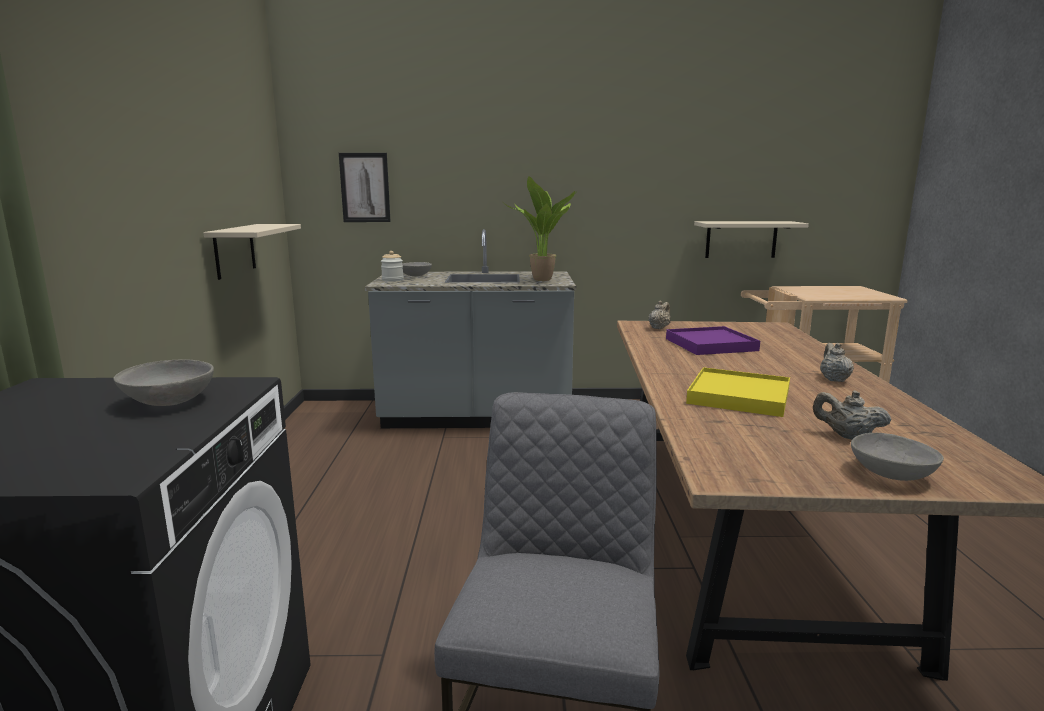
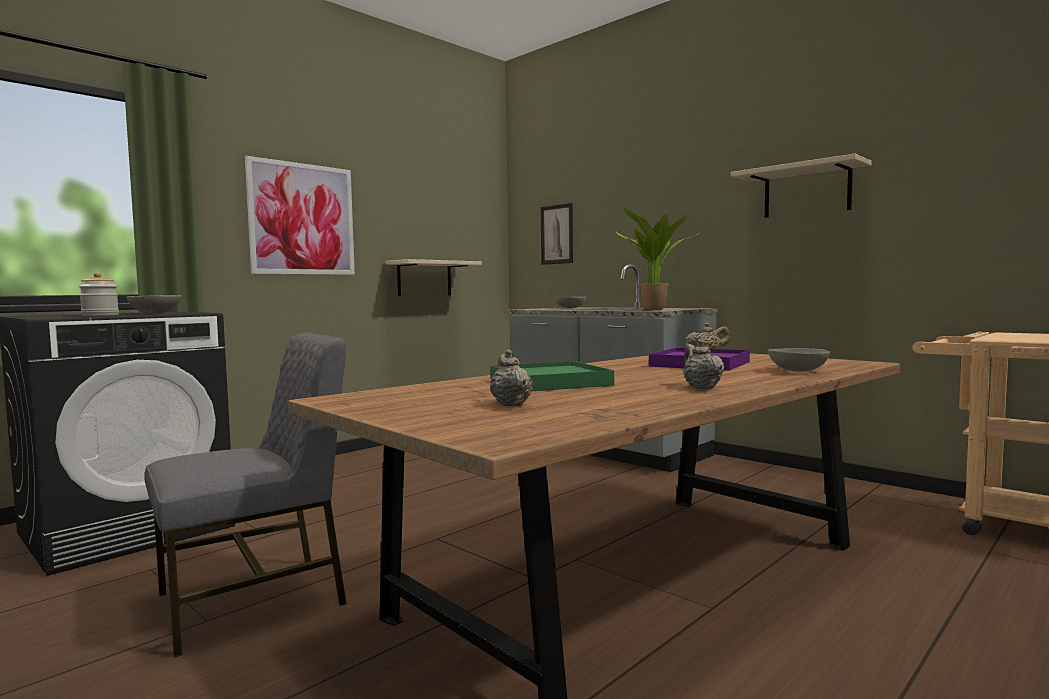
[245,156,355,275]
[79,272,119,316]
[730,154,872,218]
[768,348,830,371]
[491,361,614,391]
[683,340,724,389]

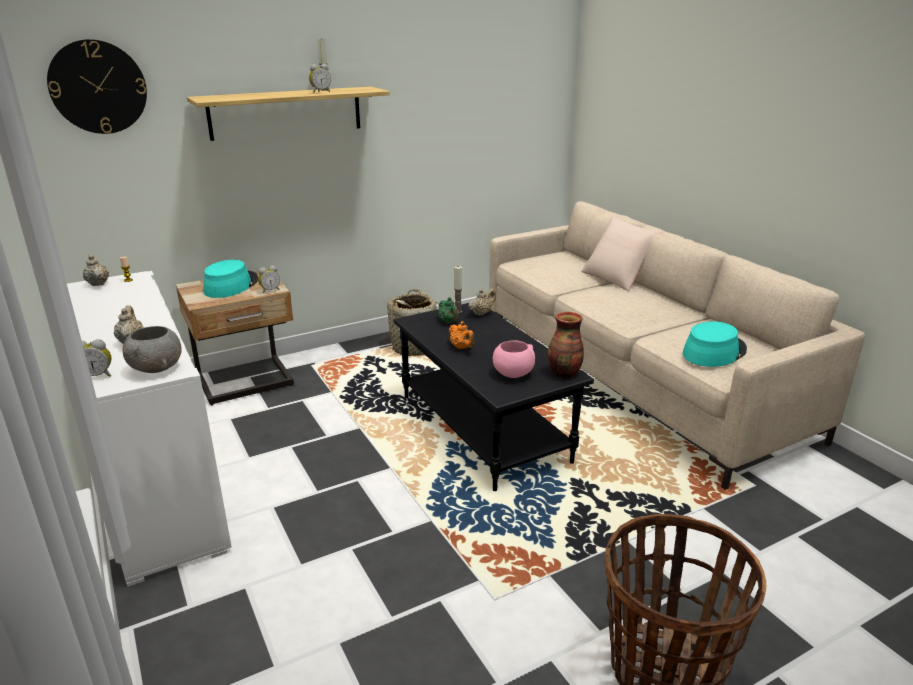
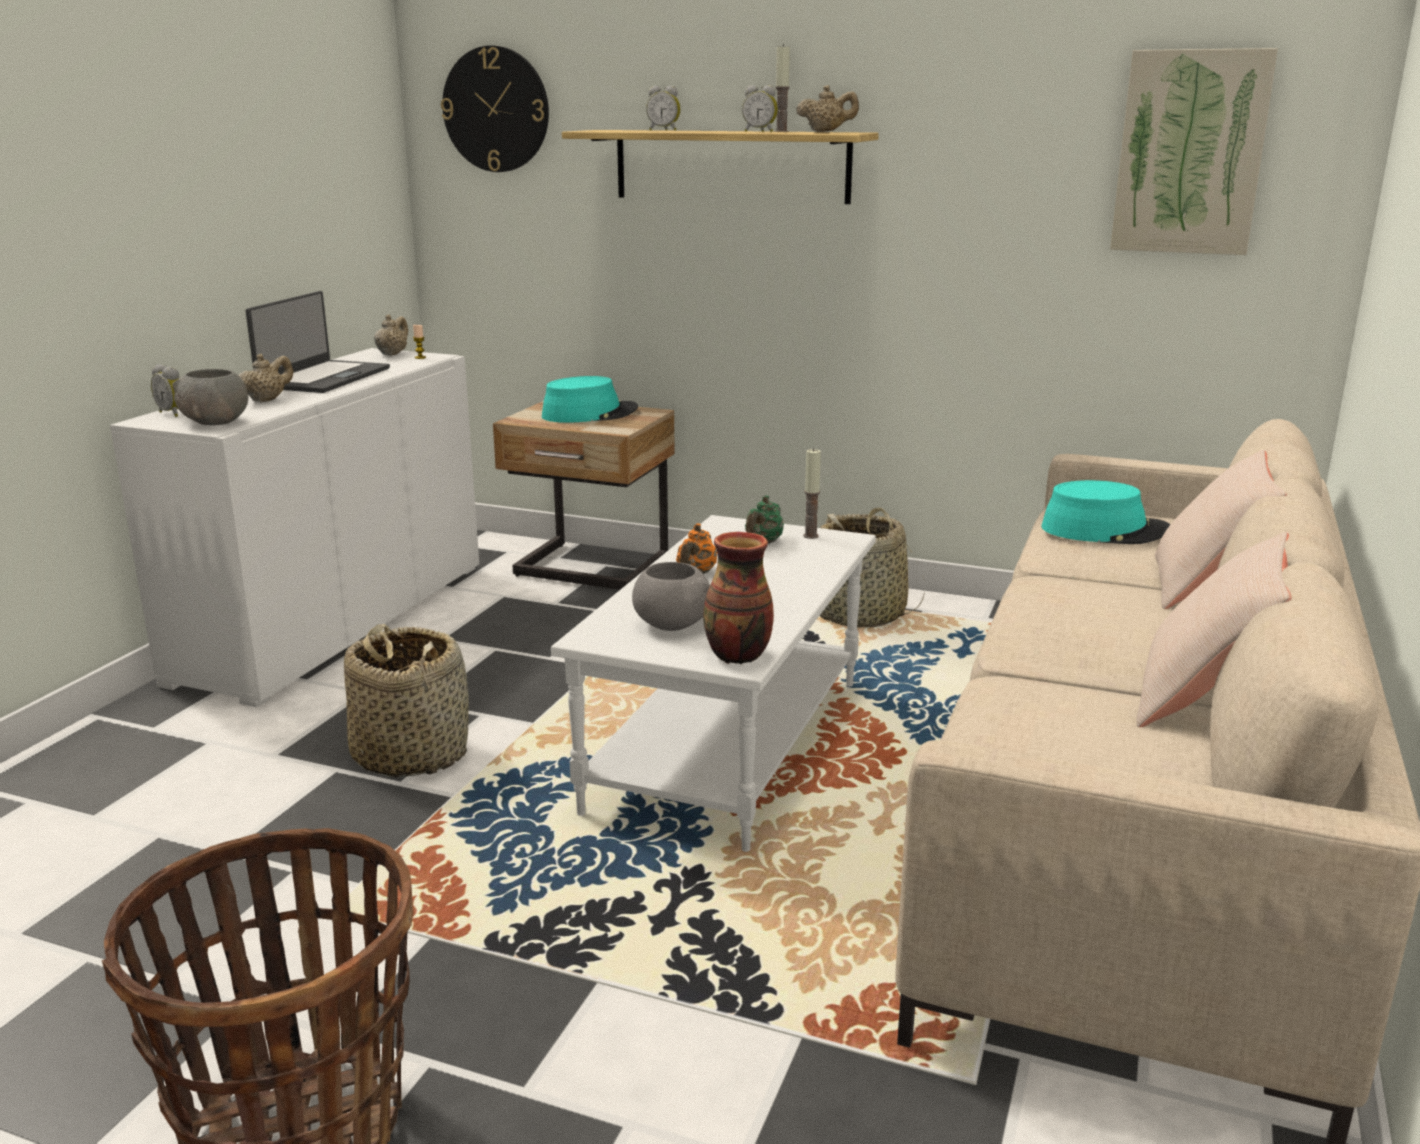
[245,291,390,393]
[344,624,469,778]
[1110,48,1278,255]
[1136,532,1292,727]
[646,86,681,131]
[796,85,859,132]
[1041,480,1170,544]
[551,515,876,852]
[632,562,710,631]

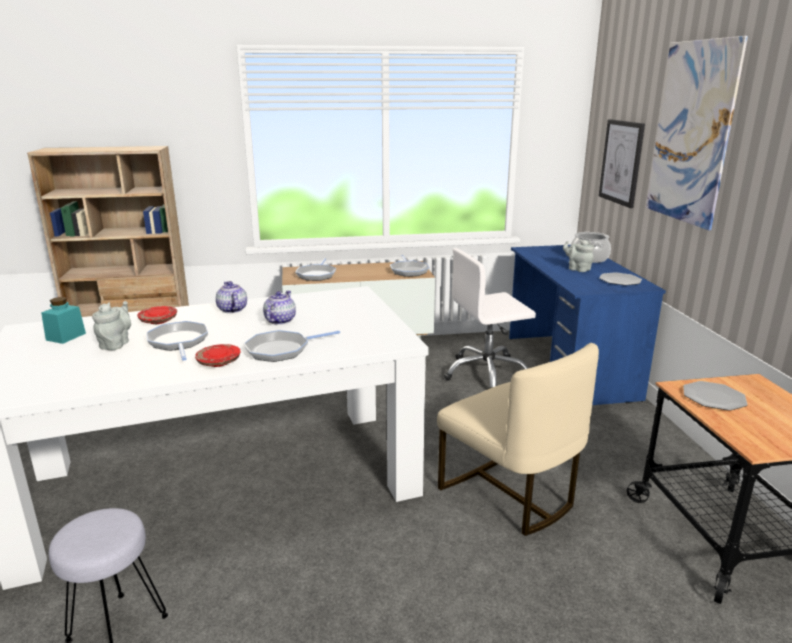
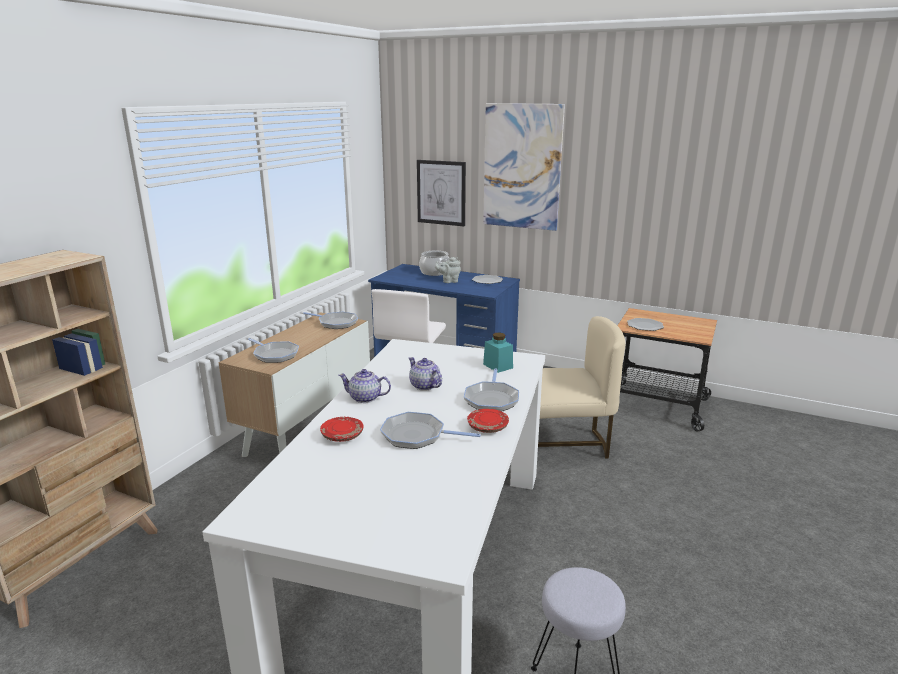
[92,301,131,350] (first image)
[483,333,513,373]

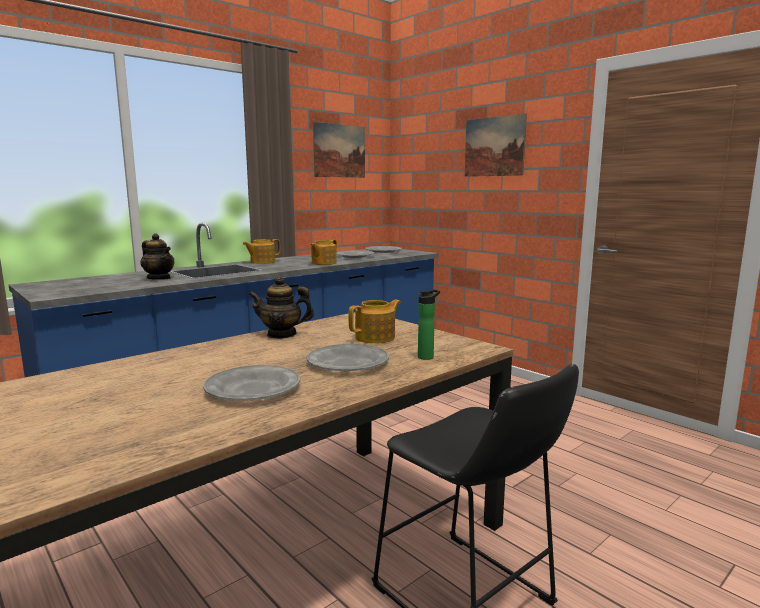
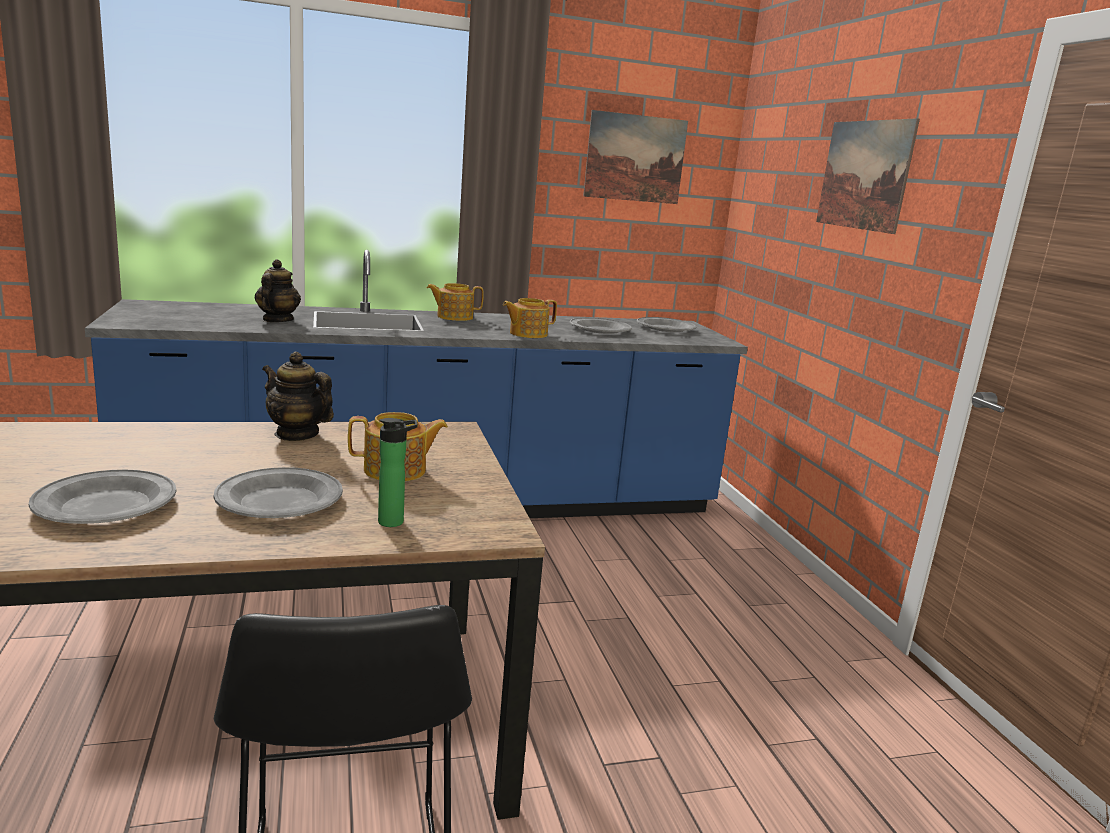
[254,259,301,322]

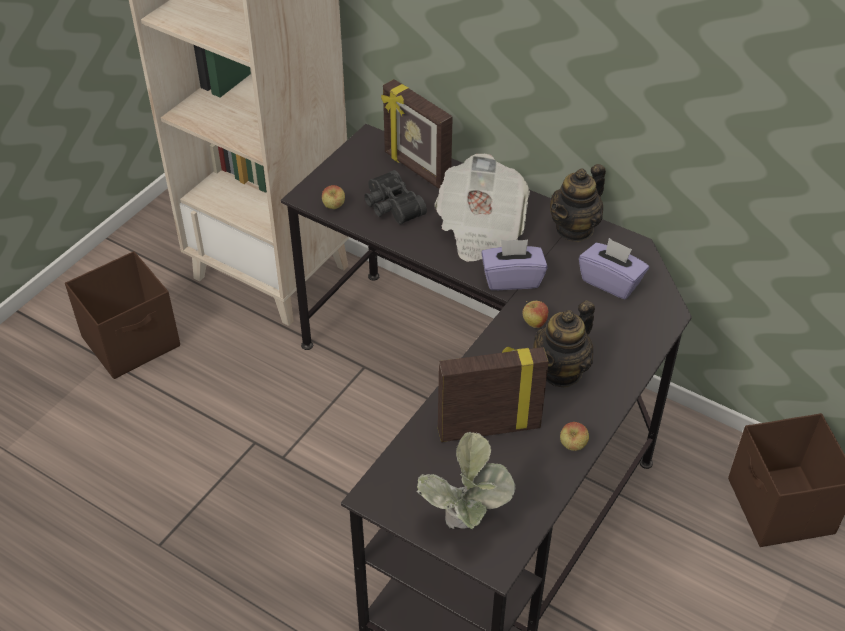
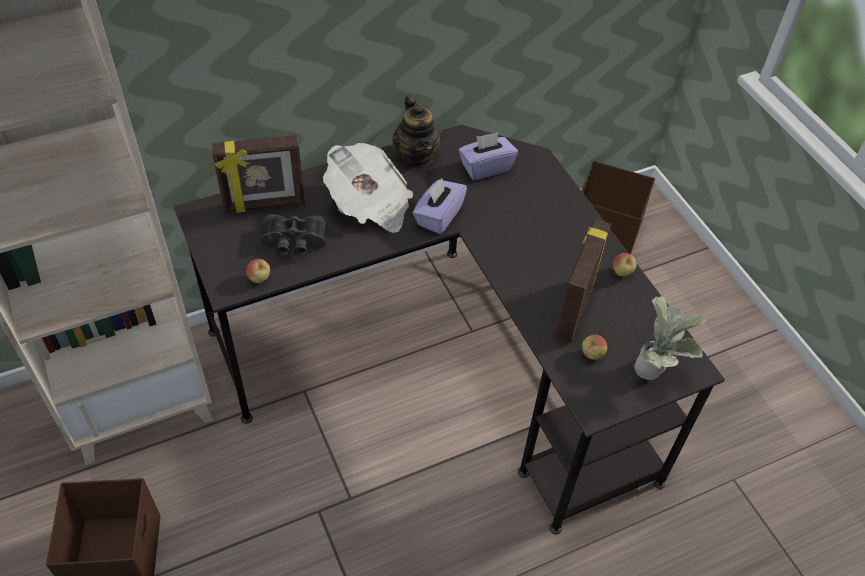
[533,300,595,388] (first image)
[582,335,607,360]

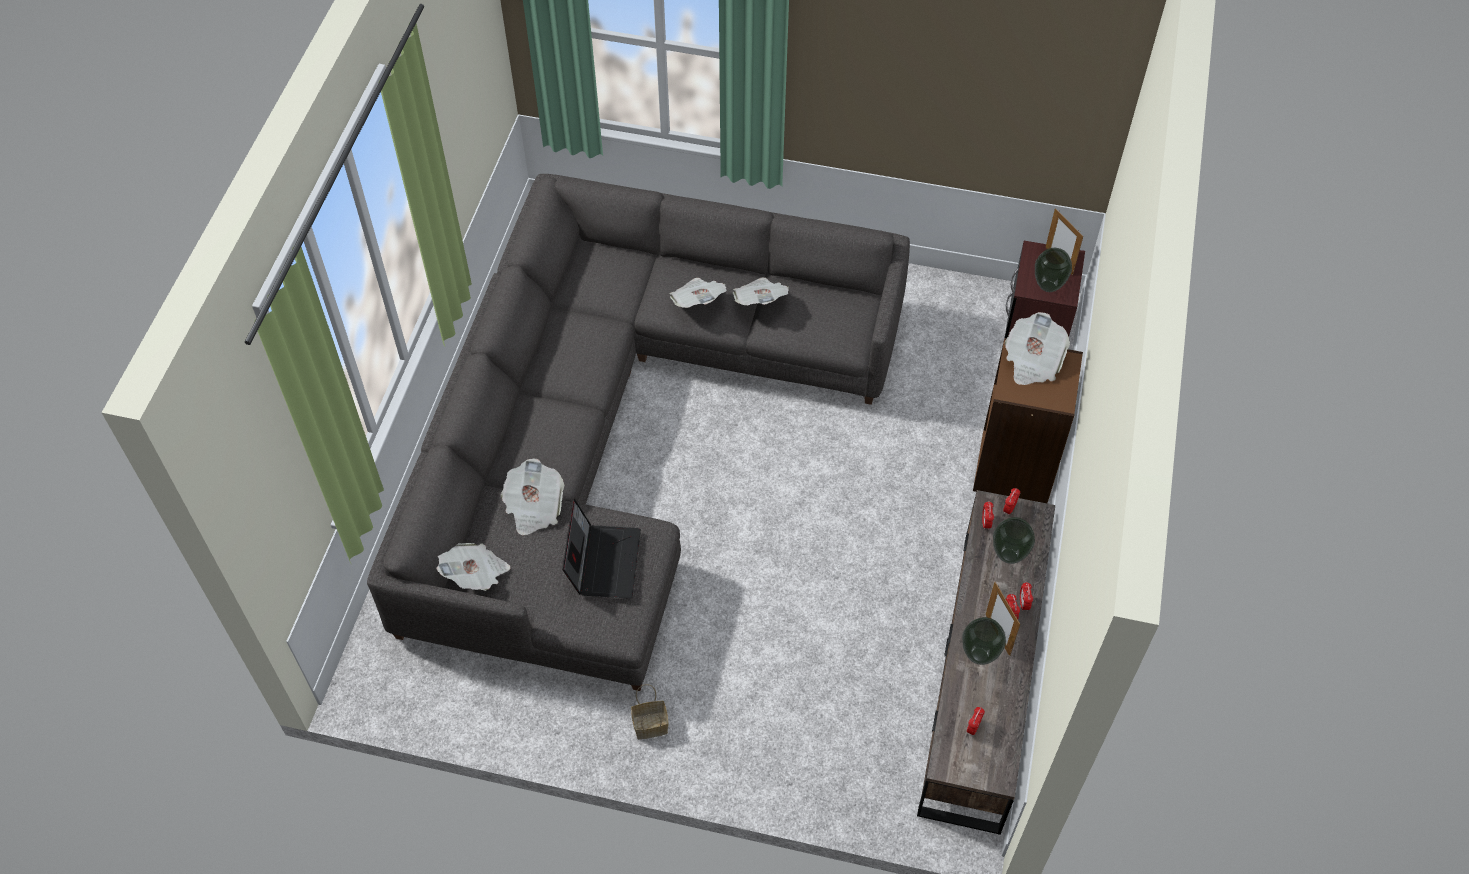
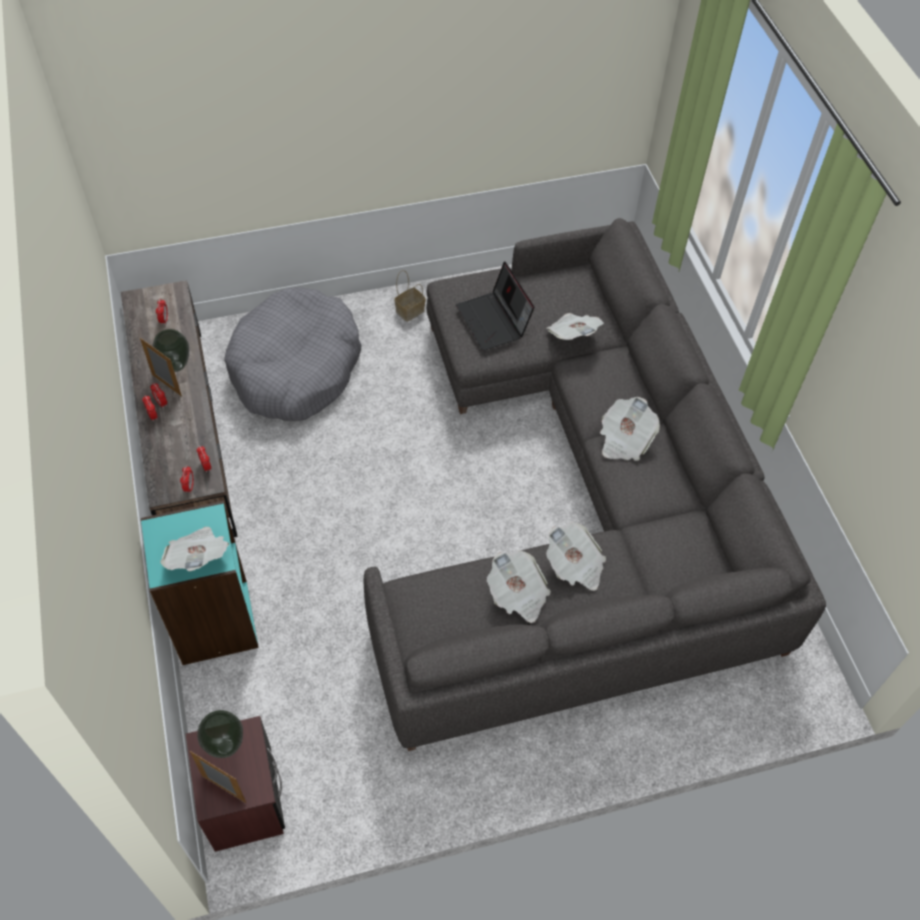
[993,517,1035,564] (first image)
[224,287,361,421]
[600,397,660,461]
[141,501,259,665]

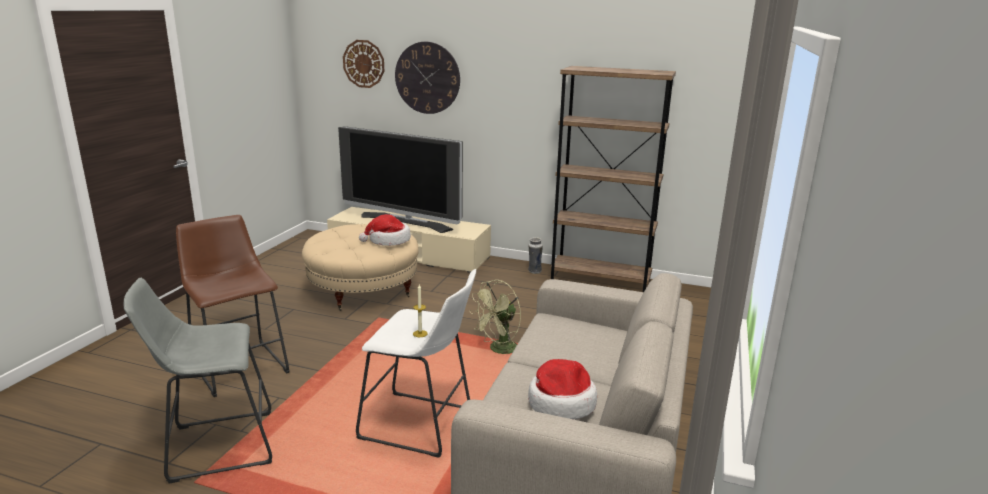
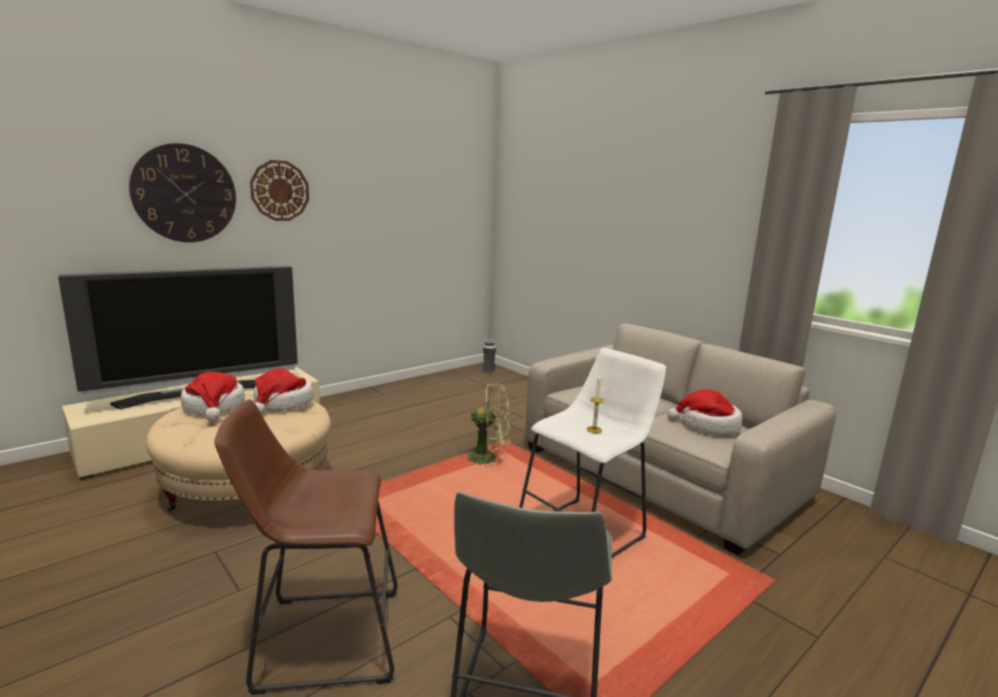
[550,66,676,292] (first image)
[181,372,245,421]
[250,160,309,221]
[483,340,496,373]
[460,384,511,465]

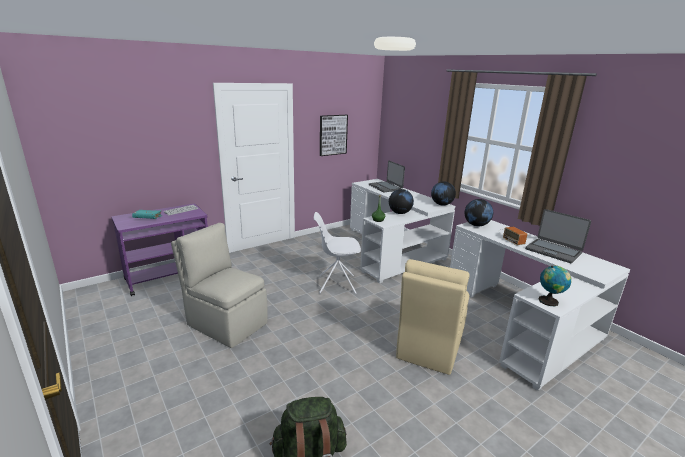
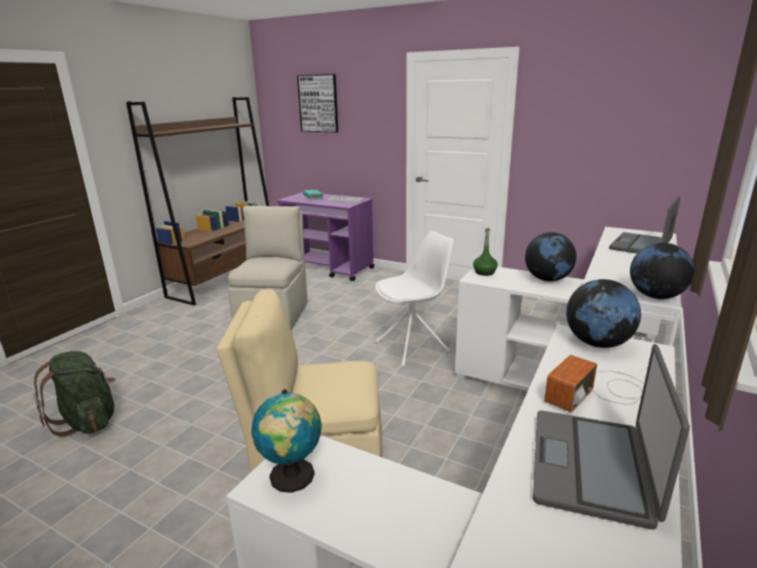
[126,97,269,306]
[297,74,338,132]
[375,231,454,366]

